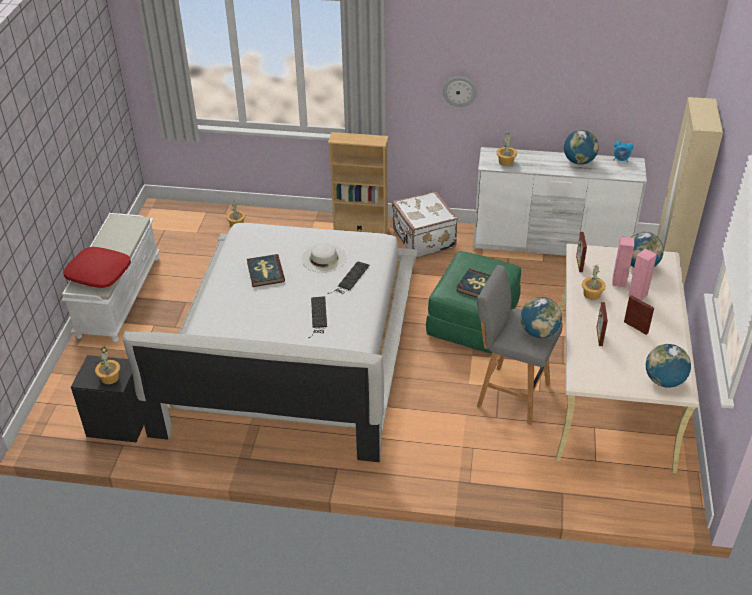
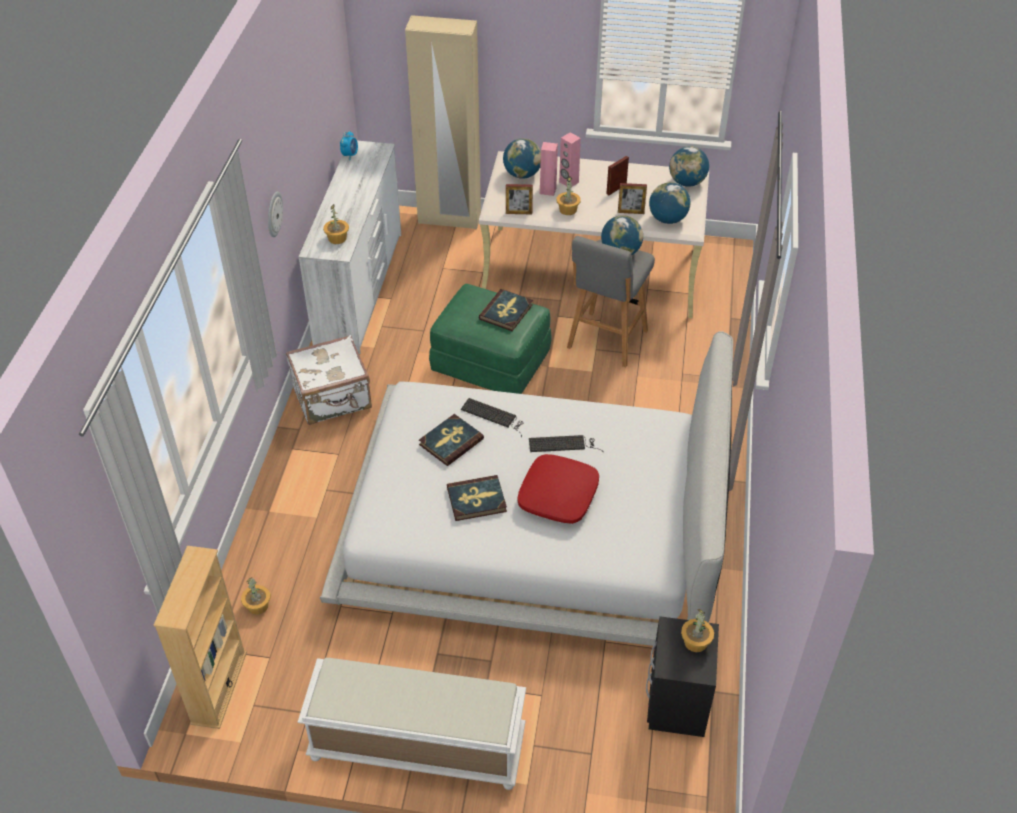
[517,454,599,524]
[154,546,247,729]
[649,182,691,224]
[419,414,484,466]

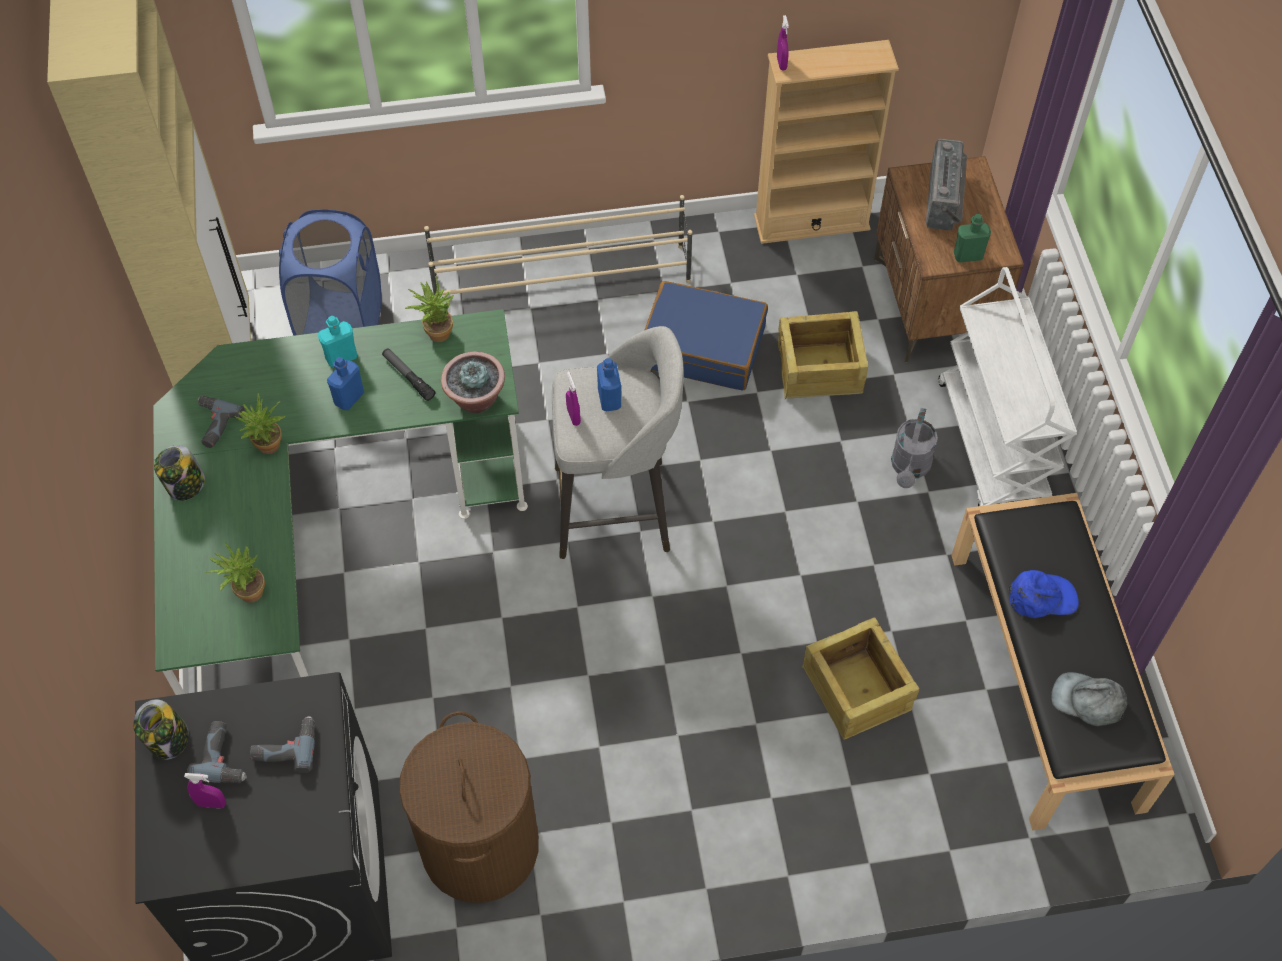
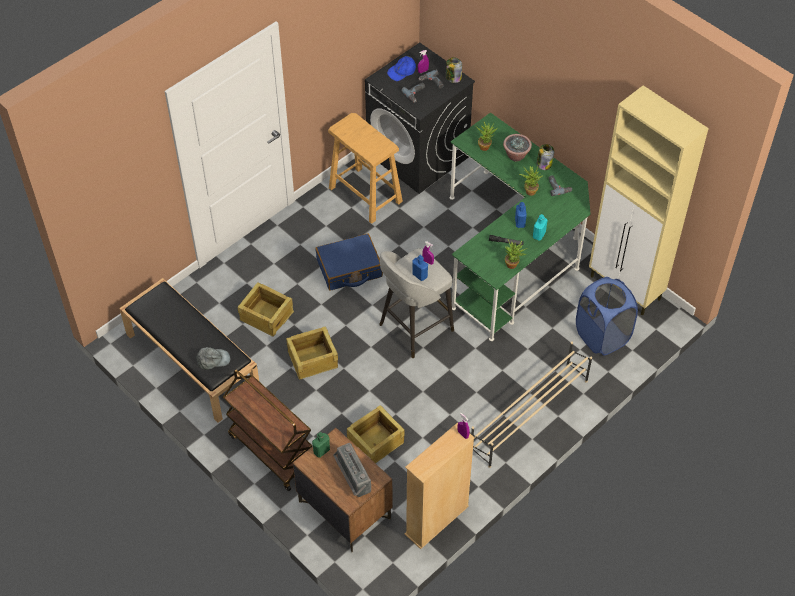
[891,408,938,488] (first image)
[286,326,338,380]
[503,134,532,161]
[315,233,383,291]
[387,56,416,81]
[196,347,230,370]
[328,113,403,224]
[223,370,312,491]

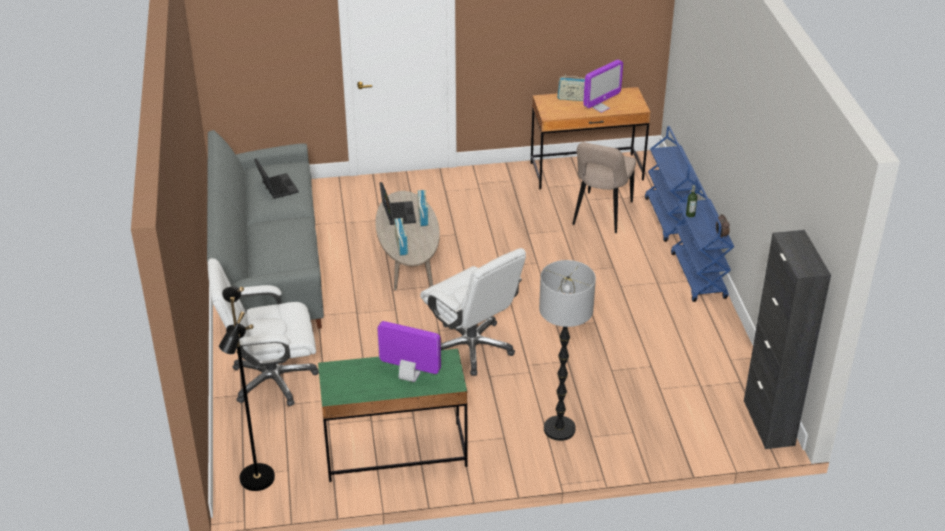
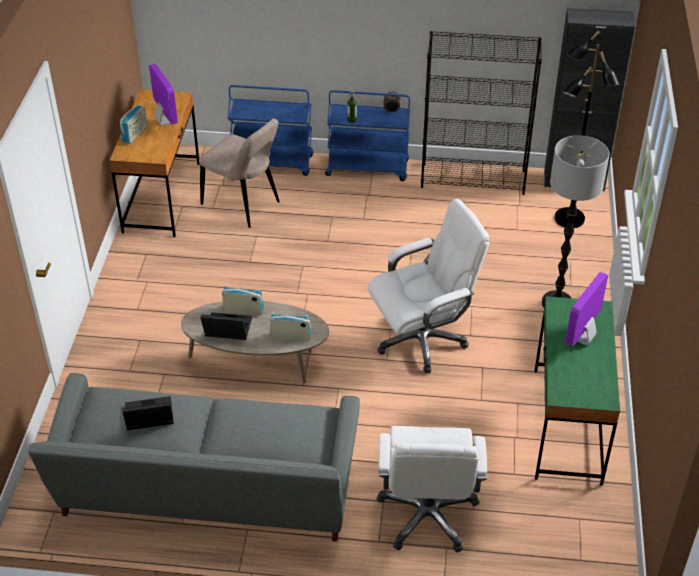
[421,31,542,195]
[555,30,620,228]

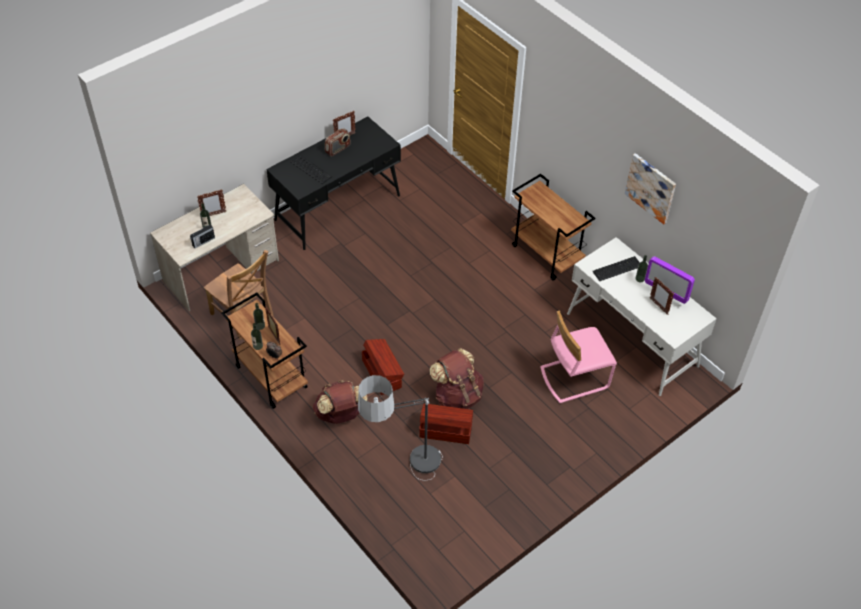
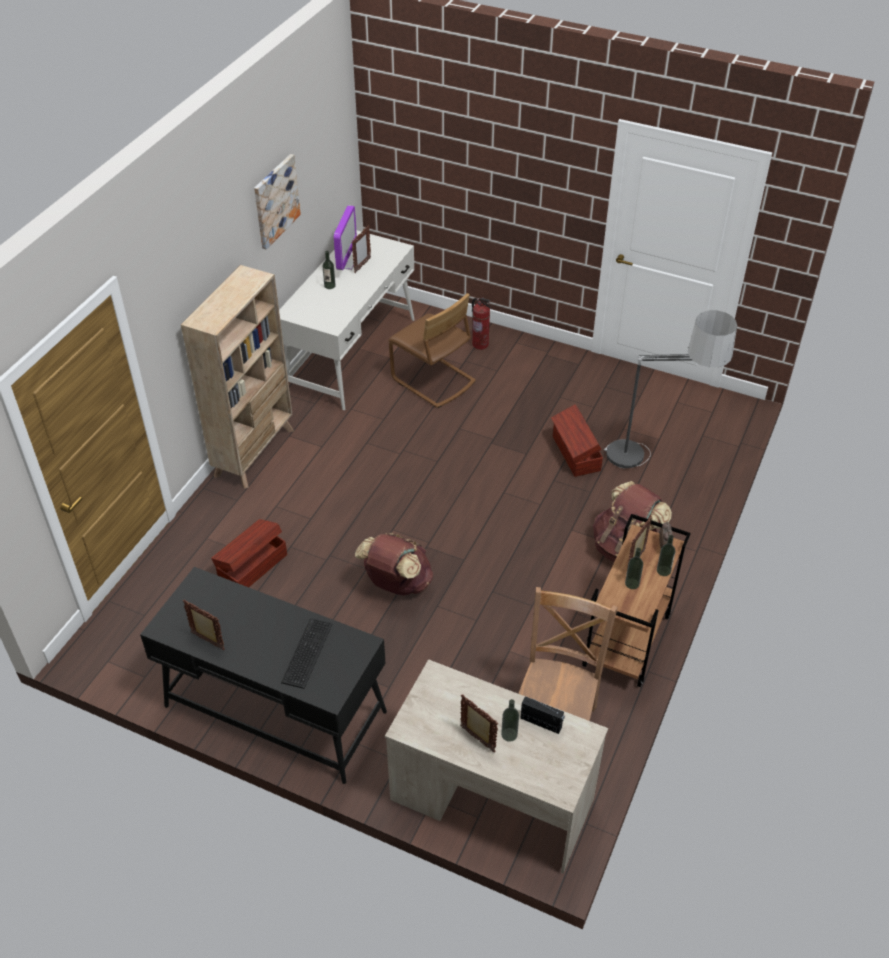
[325,129,351,157] (first image)
[592,256,640,281] (first image)
[472,297,491,350]
[211,519,287,587]
[355,533,433,595]
[181,265,294,489]
[388,293,476,409]

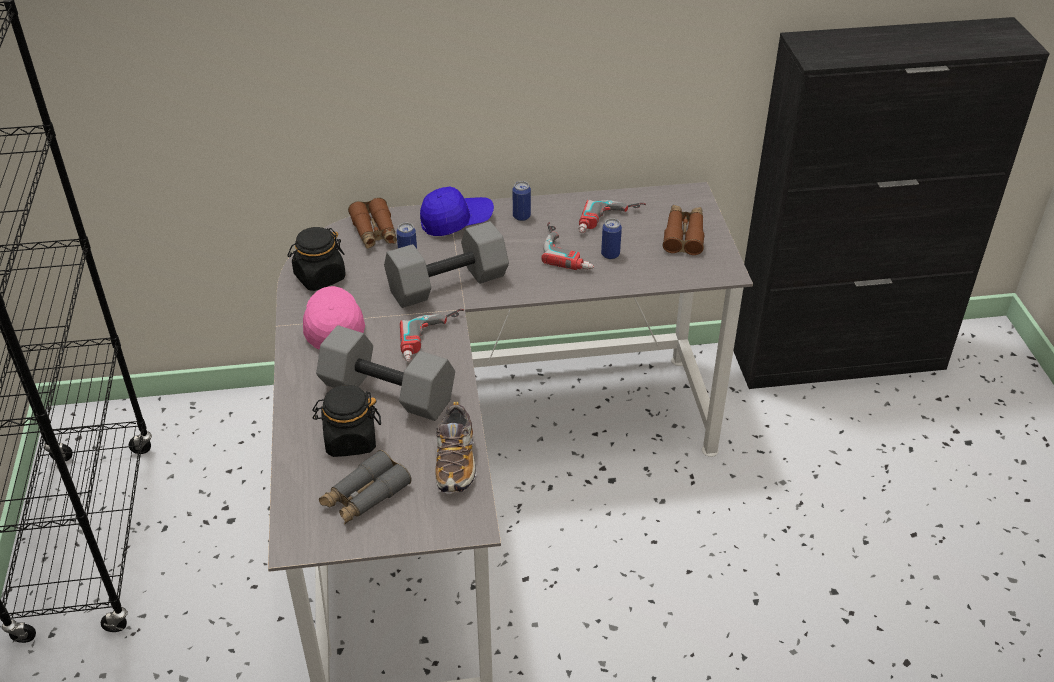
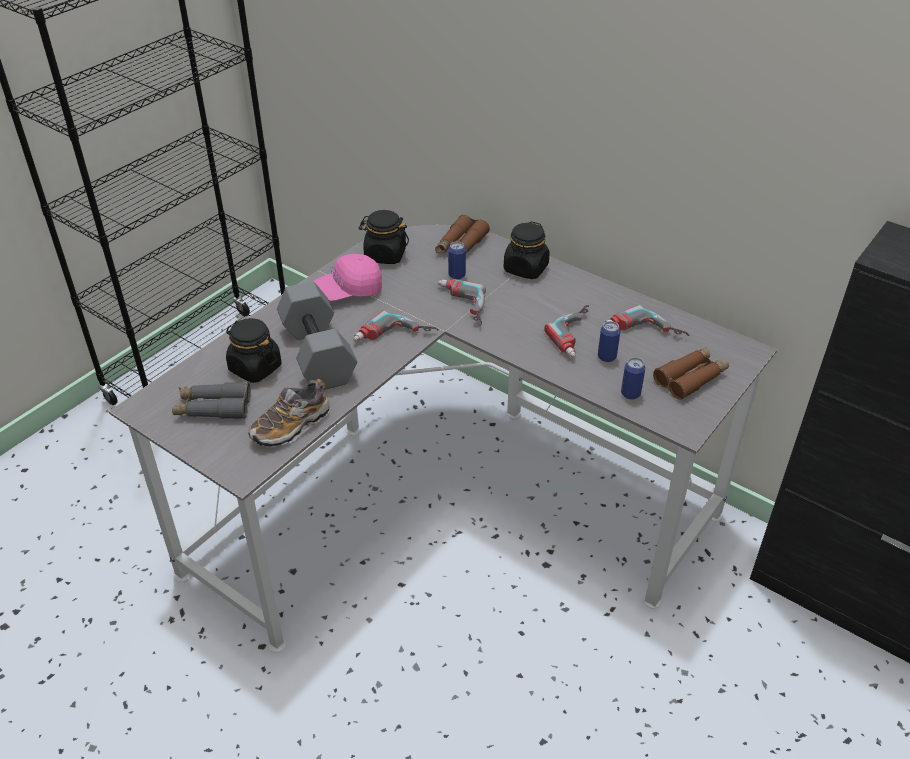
[621,357,646,400]
[438,279,486,326]
[504,221,550,279]
[313,254,382,301]

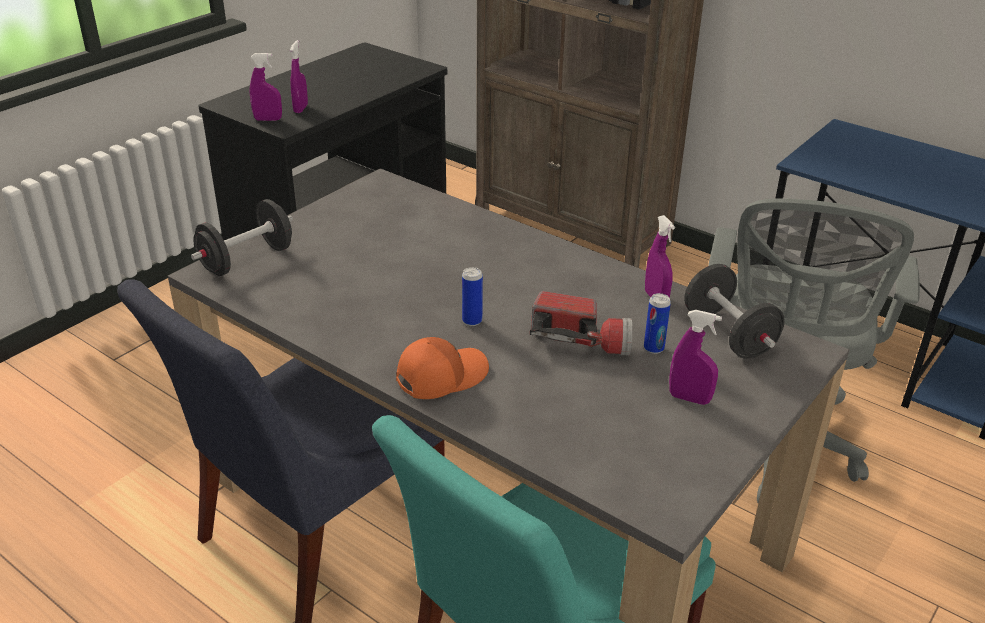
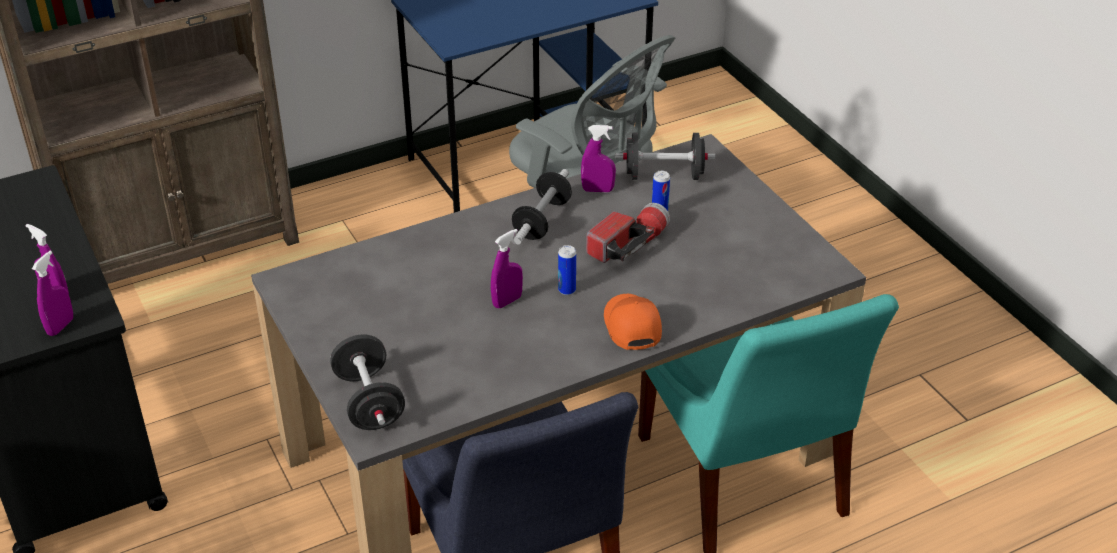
[512,169,572,245]
[491,229,523,308]

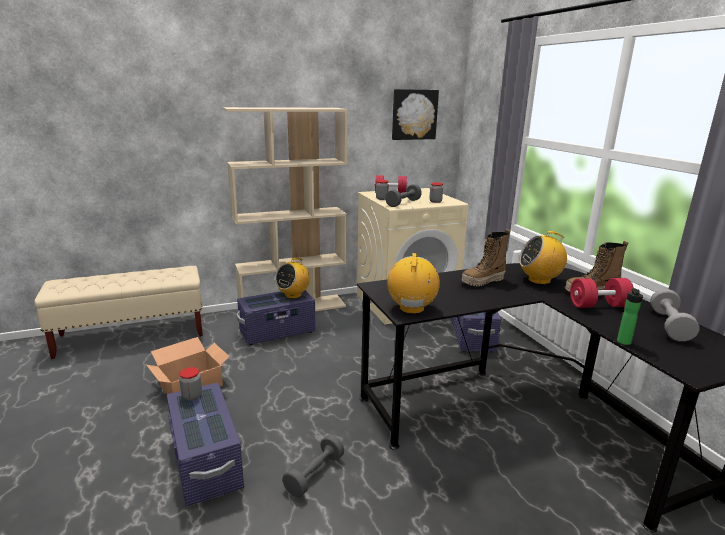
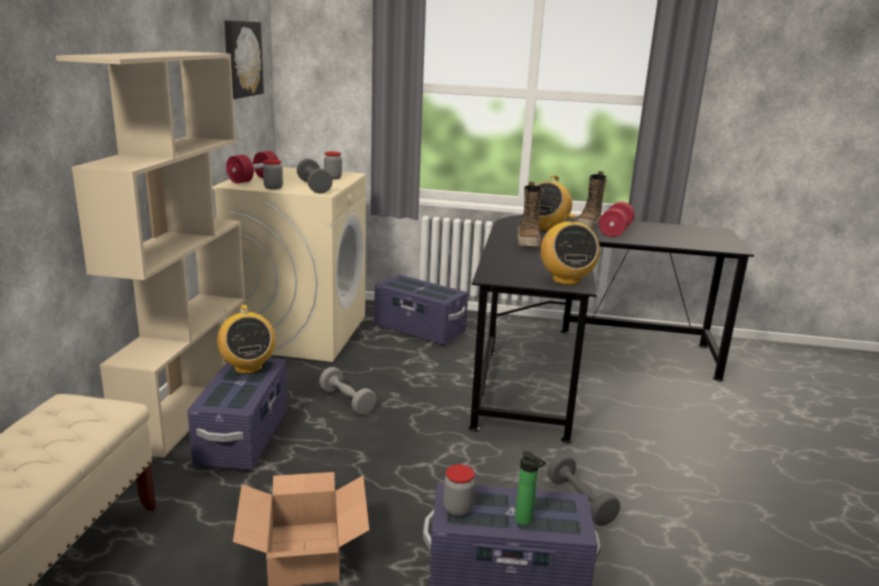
[515,451,546,525]
[319,367,377,415]
[540,214,600,285]

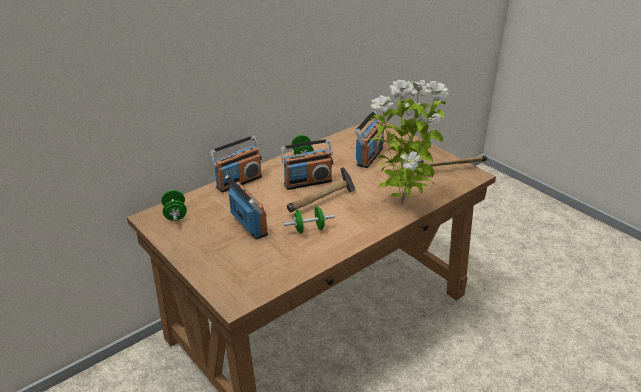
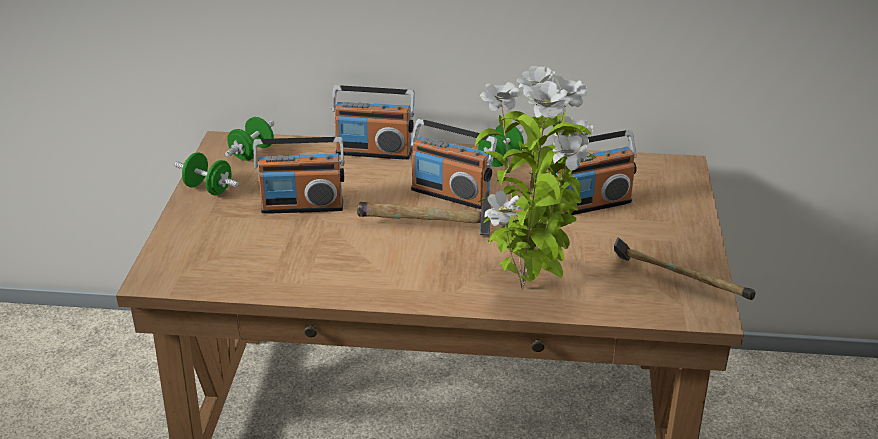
[175,153,239,195]
[253,137,345,214]

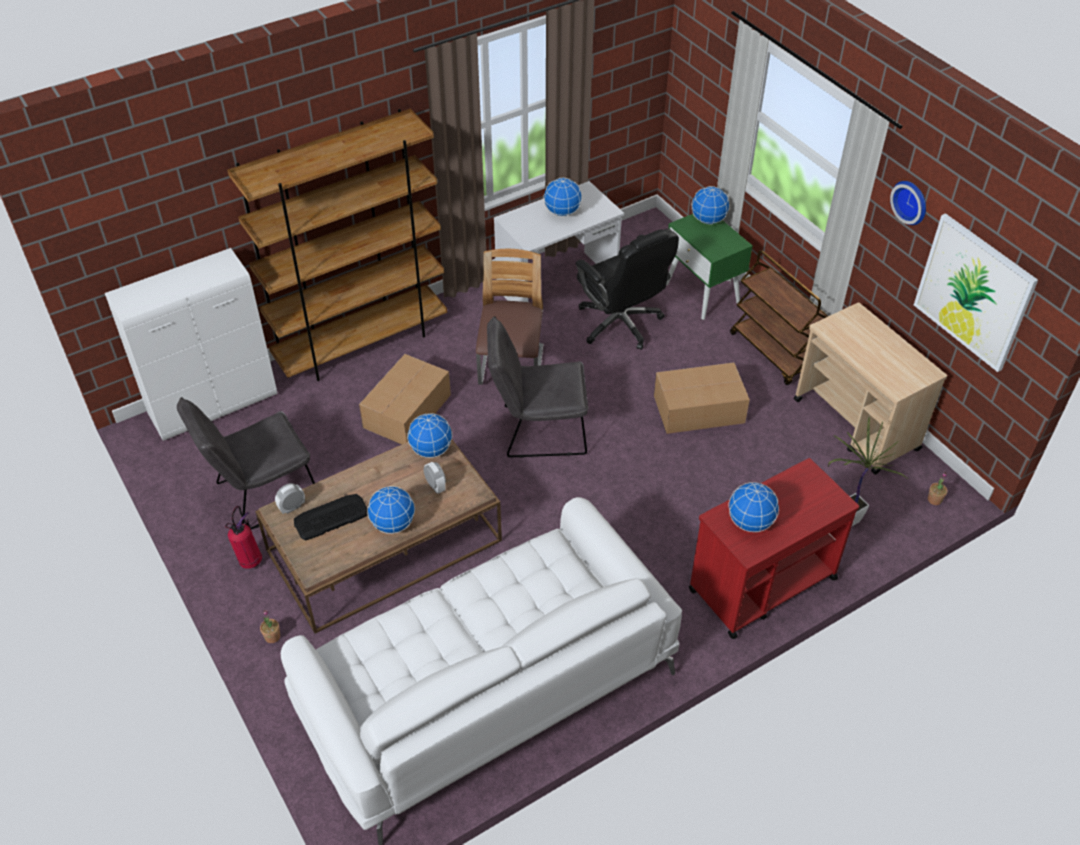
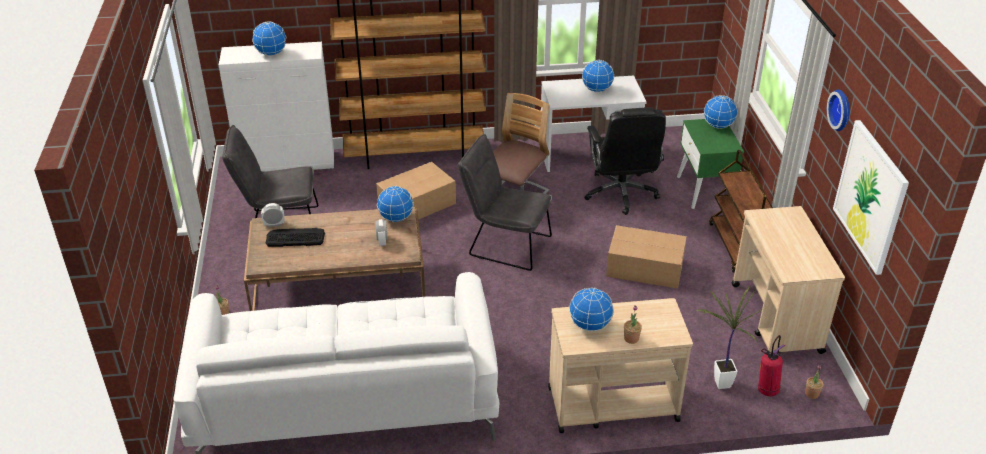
[624,305,642,344]
[758,335,785,396]
[252,21,286,56]
[548,298,693,433]

